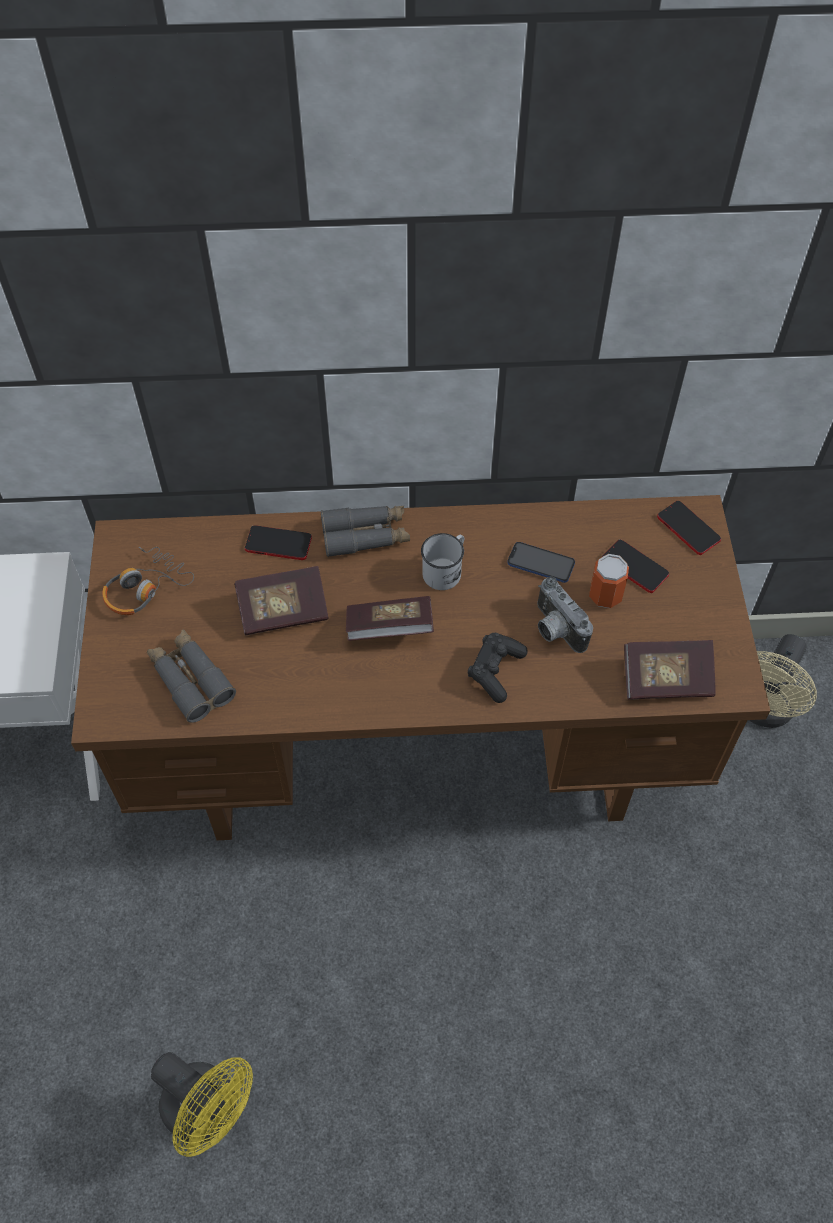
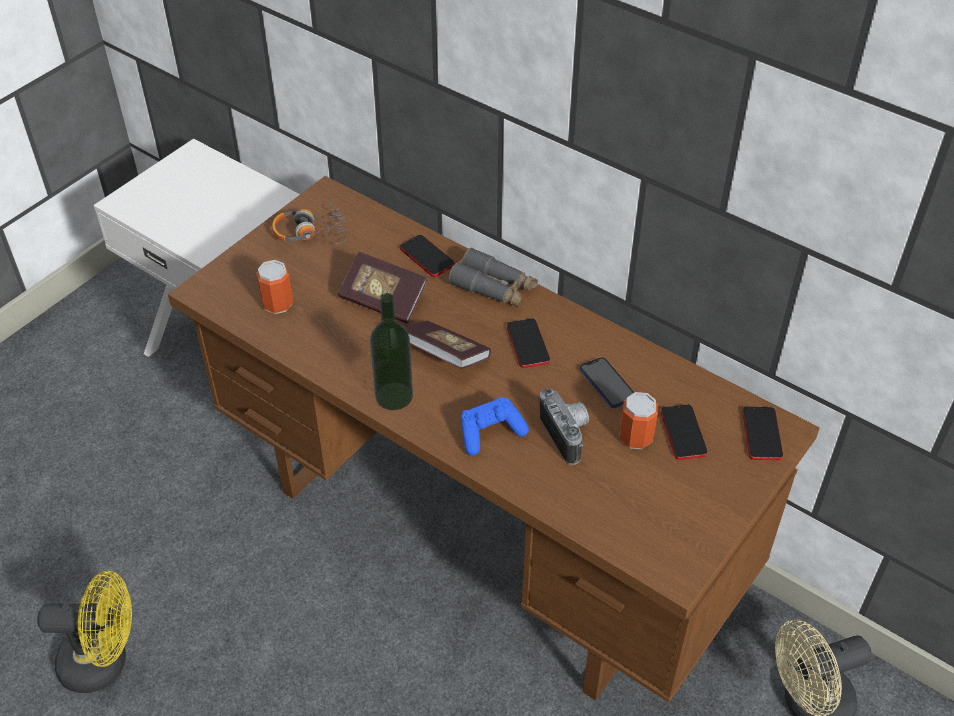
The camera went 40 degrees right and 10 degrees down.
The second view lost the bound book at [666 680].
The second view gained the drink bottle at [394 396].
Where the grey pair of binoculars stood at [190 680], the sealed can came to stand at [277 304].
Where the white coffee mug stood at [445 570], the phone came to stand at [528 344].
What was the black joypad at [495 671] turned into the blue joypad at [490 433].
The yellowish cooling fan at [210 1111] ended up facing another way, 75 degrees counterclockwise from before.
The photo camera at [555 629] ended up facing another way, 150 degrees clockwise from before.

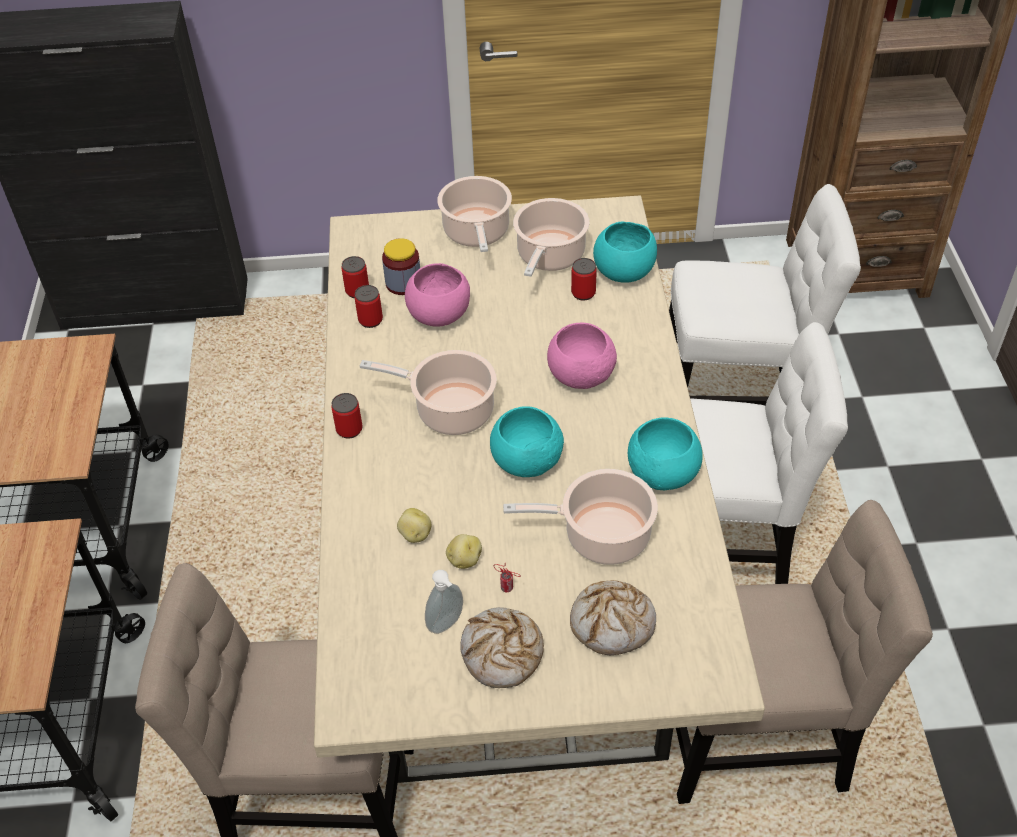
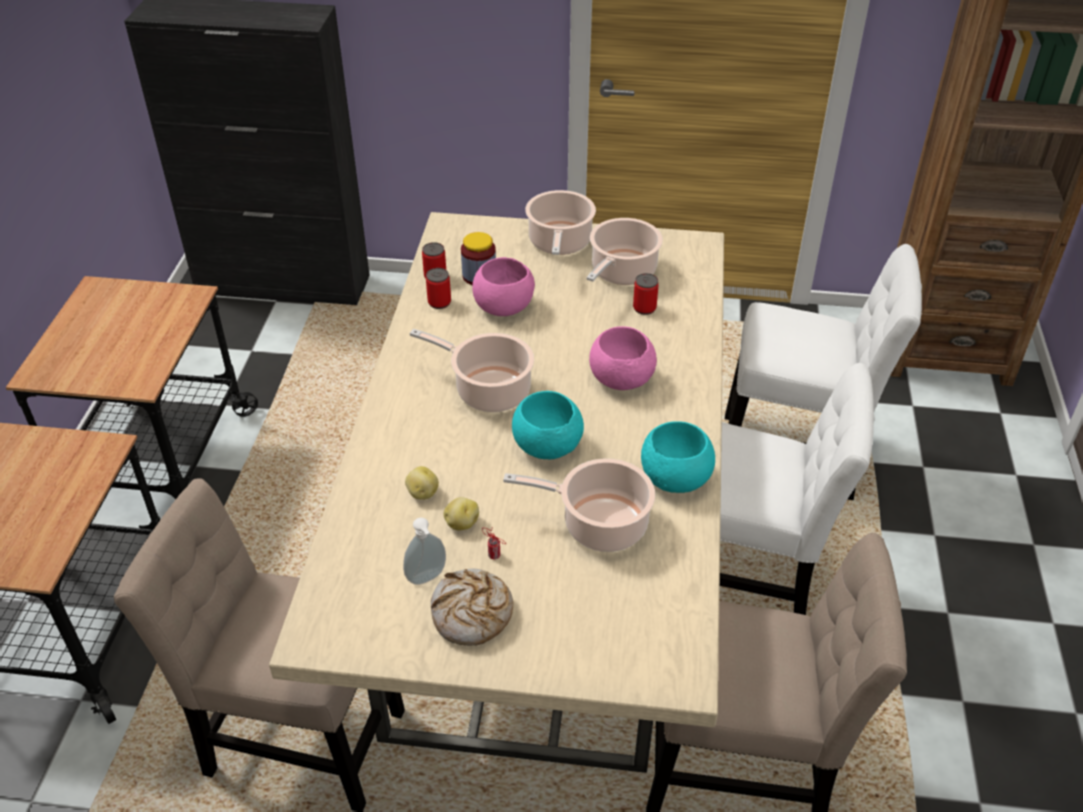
The camera went 10 degrees right and 5 degrees down.
The second view lost the sealed can at [349 429].
The second view lost the baked bread at [613 624].
The second view lost the blue-green deep dish at [625 271].

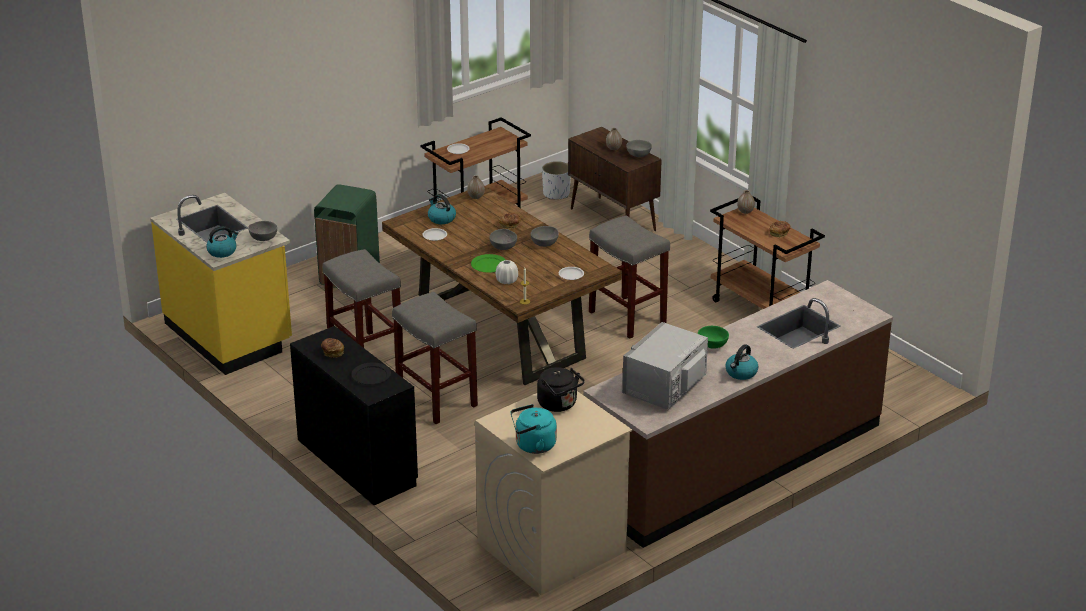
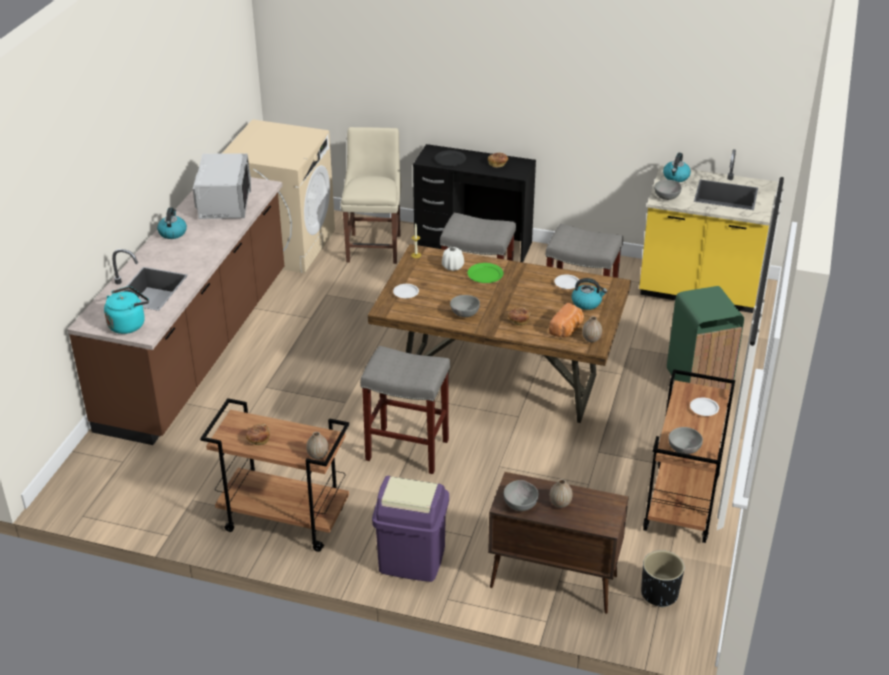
The camera went 145 degrees right and 5 degrees up.
The second view lost the black tea kettle at [559 405].
The second view lost the green deep dish at [711 345].
The second view gained the beige plain chair at [374 246].
The second view gained the purple trash can at [411 560].
The second view gained the baked bread at [567 330].
The grey deep dish ended up elsewhere, having gone from [504 247] to [684 450].
The blue-green tea kettle ended up elsewhere, having gone from [533 446] to [128 324].
What was the white flower pot at [556 194] turned into the black flower pot at [659 593].

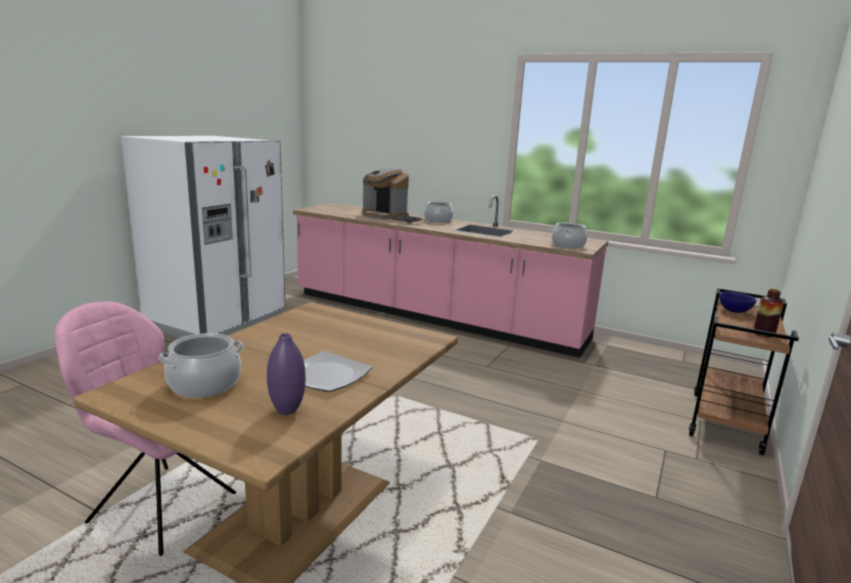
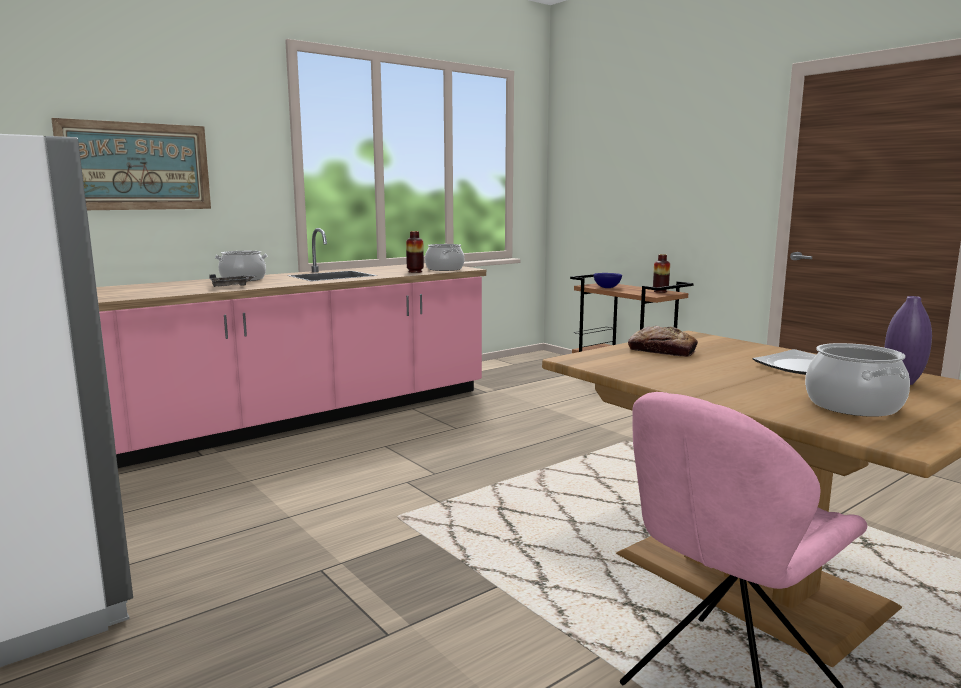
The camera went 65 degrees left and 5 degrees down.
The second view lost the coffee maker at [384 216].
The second view gained the wall art at [136 166].
The second view gained the decorative vase at [415 272].
The second view gained the baked bread at [661 351].

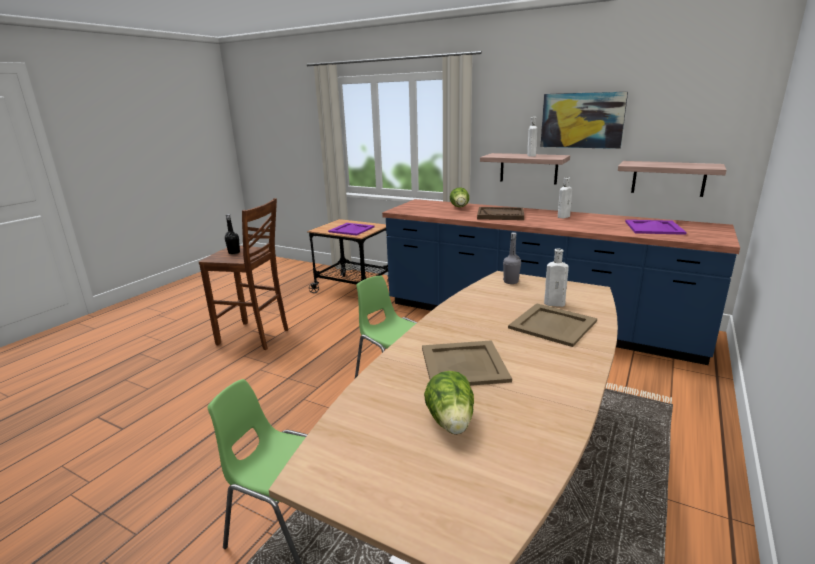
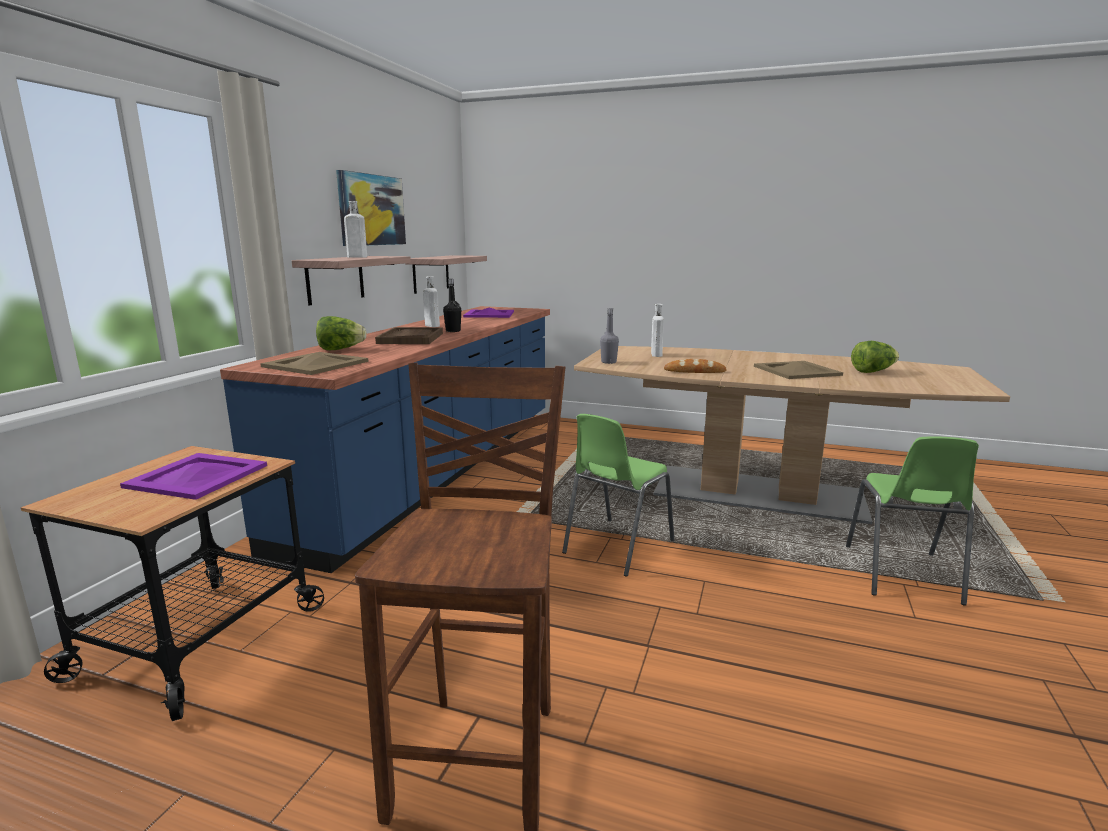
The camera went 100 degrees left and 5 degrees down.
The second view gained the baked bread at [694 371].
The black drink bottle ended up elsewhere, having gone from [234 253] to [453 331].
The beige tray ended up elsewhere, having gone from [552 324] to [314 364].

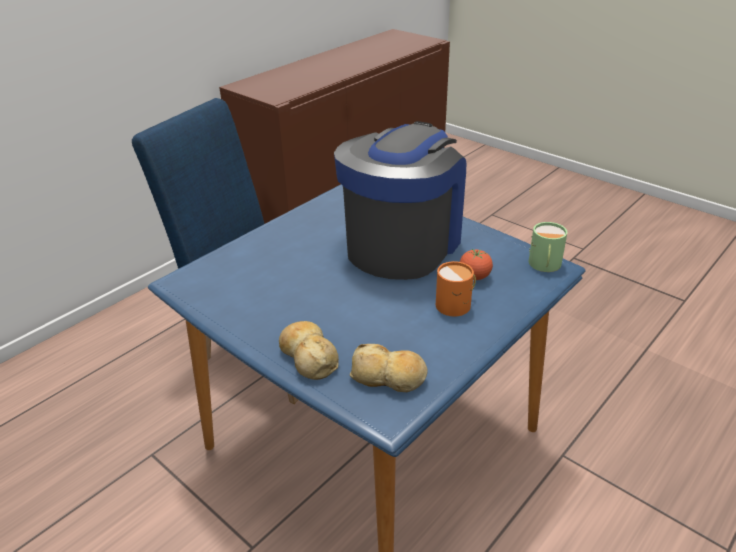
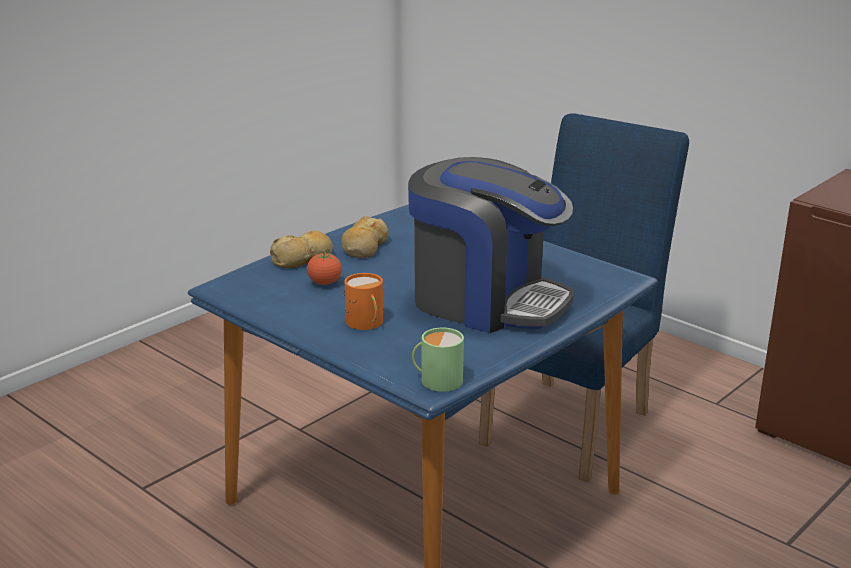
The camera went 90 degrees right and 10 degrees down.
The baked bread ended up elsewhere, having gone from [389 377] to [364 247].
The tomato ended up elsewhere, having gone from [474 277] to [324 283].

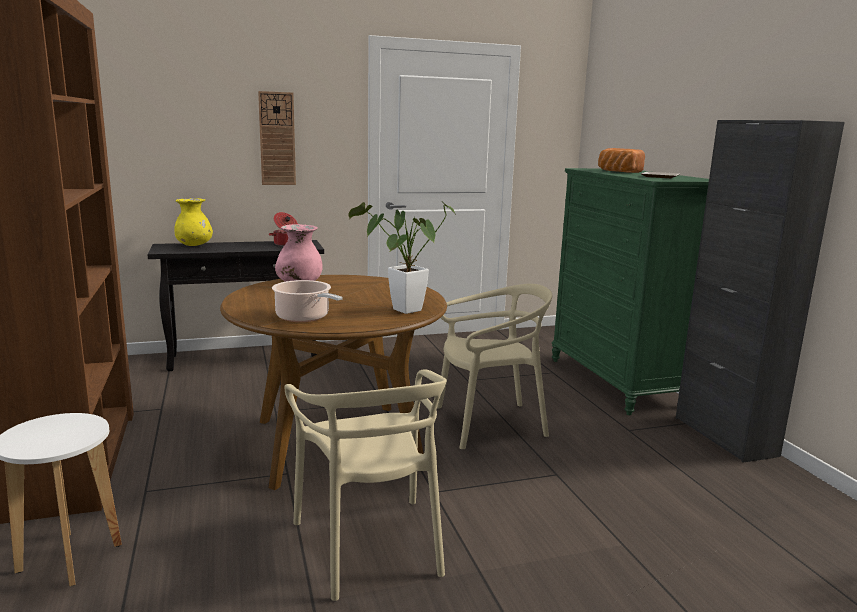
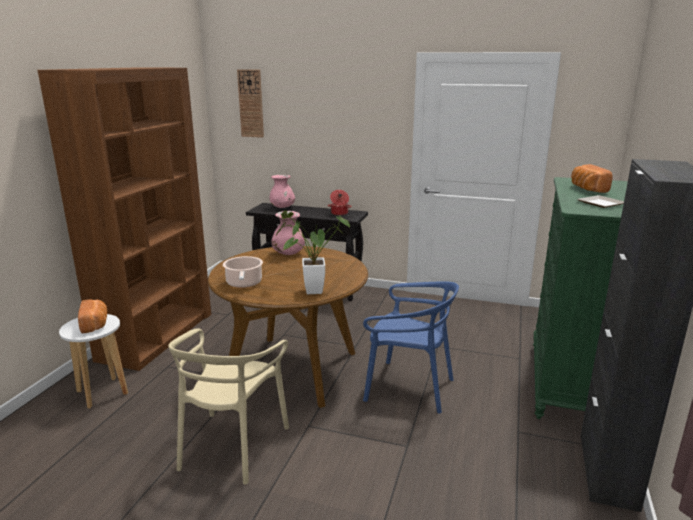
The camera went 35 degrees right and 5 degrees up.
The second view gained the baked bread at [95 324].
The hanging clock ended up elsewhere, having gone from [277 139] to [251 103].
What was the yellowish decorative vase at [194 245] turned into the pink decorative vase at [282 207].
What was the beige plain chair at [489 424] turned into the blue plain chair at [408 388].

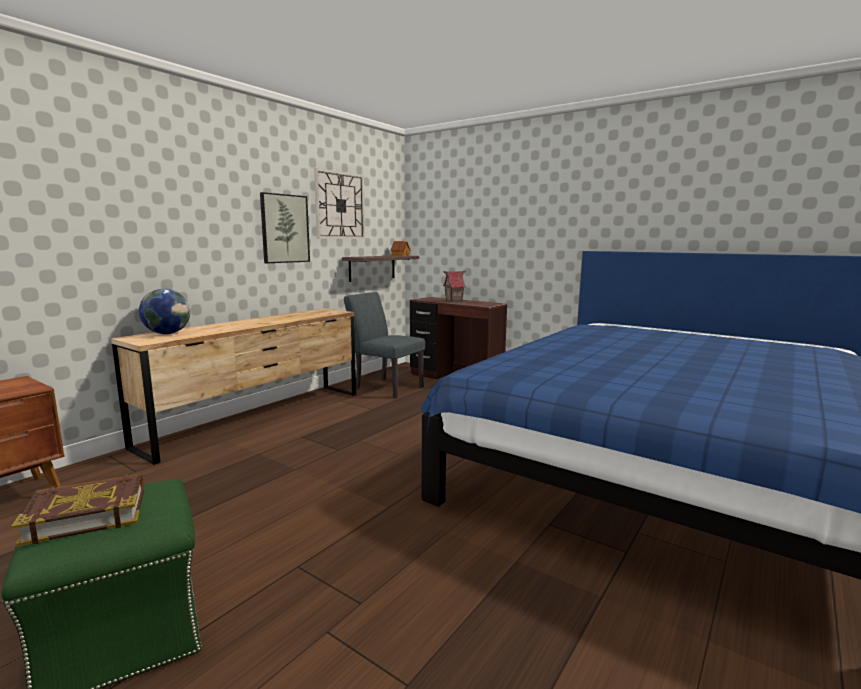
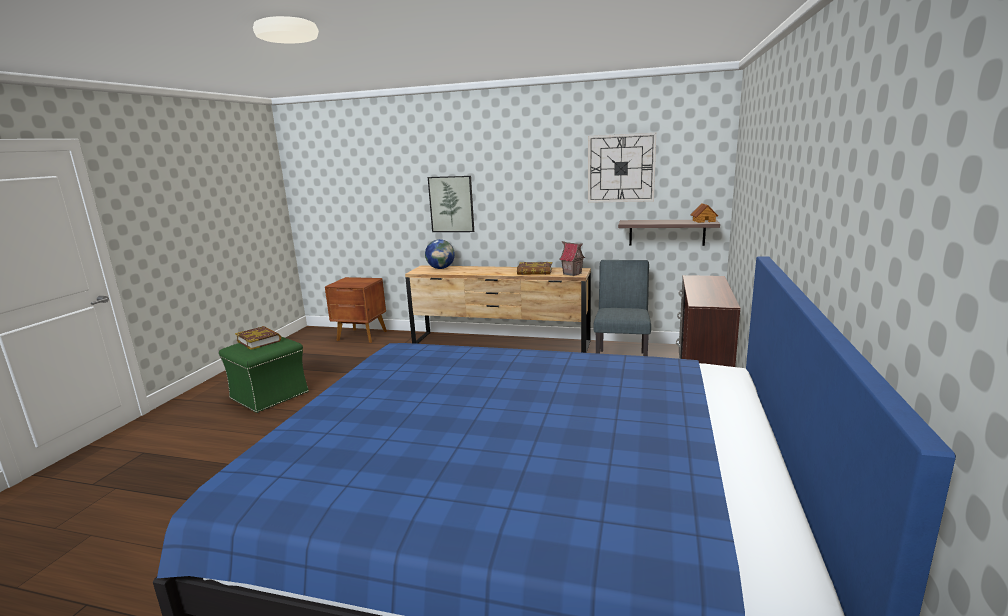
The camera went 70 degrees right and 5 degrees up.
The second view gained the bound book at [534 272].
The wall art ended up elsewhere, having gone from [284 228] to [451 204].
The toy house ended up elsewhere, having gone from [453 301] to [572 273].

